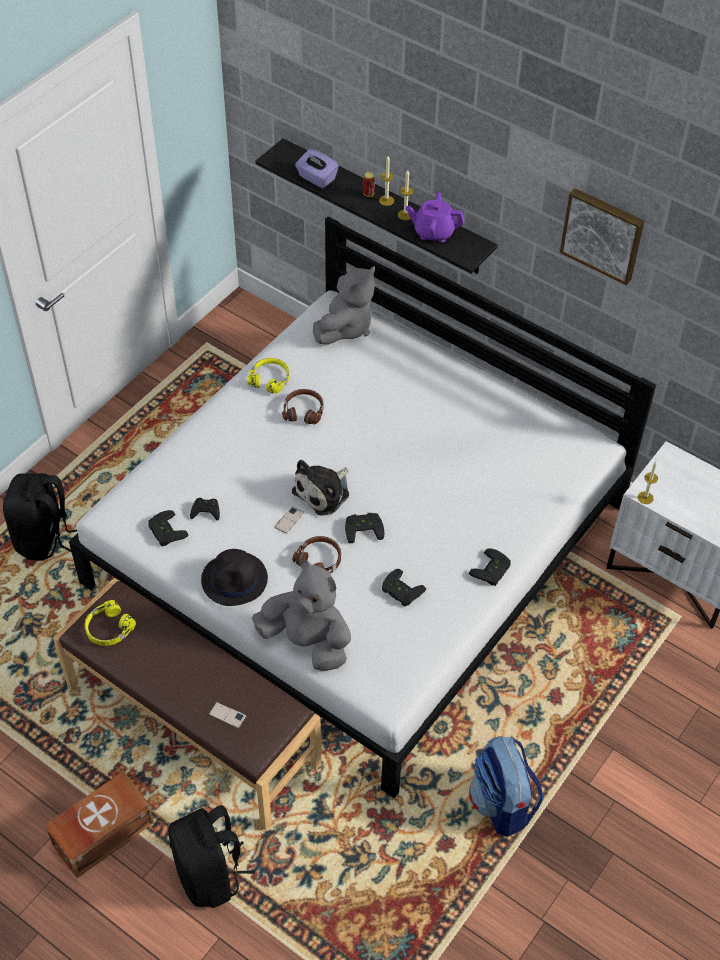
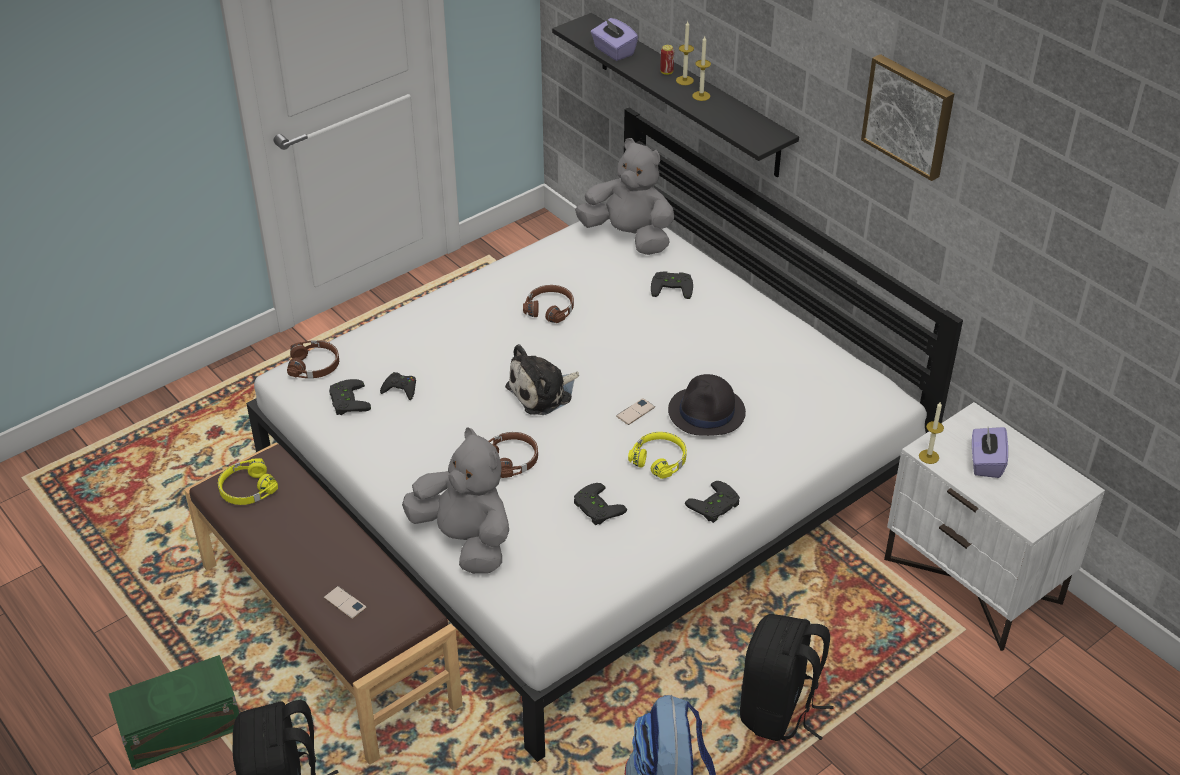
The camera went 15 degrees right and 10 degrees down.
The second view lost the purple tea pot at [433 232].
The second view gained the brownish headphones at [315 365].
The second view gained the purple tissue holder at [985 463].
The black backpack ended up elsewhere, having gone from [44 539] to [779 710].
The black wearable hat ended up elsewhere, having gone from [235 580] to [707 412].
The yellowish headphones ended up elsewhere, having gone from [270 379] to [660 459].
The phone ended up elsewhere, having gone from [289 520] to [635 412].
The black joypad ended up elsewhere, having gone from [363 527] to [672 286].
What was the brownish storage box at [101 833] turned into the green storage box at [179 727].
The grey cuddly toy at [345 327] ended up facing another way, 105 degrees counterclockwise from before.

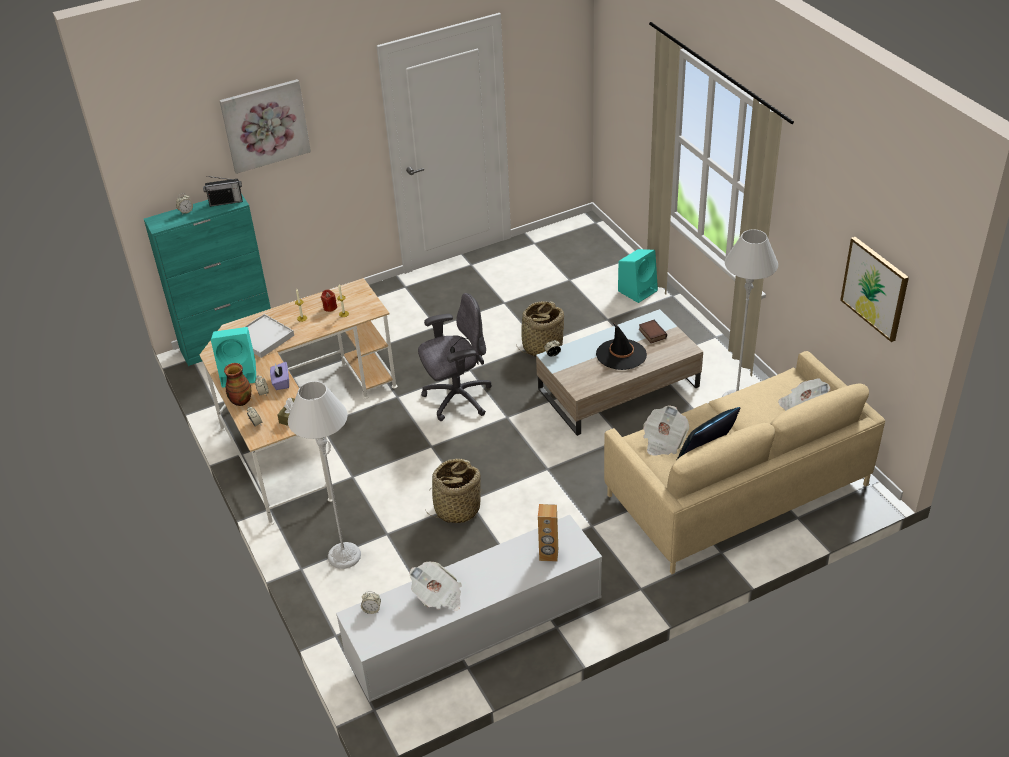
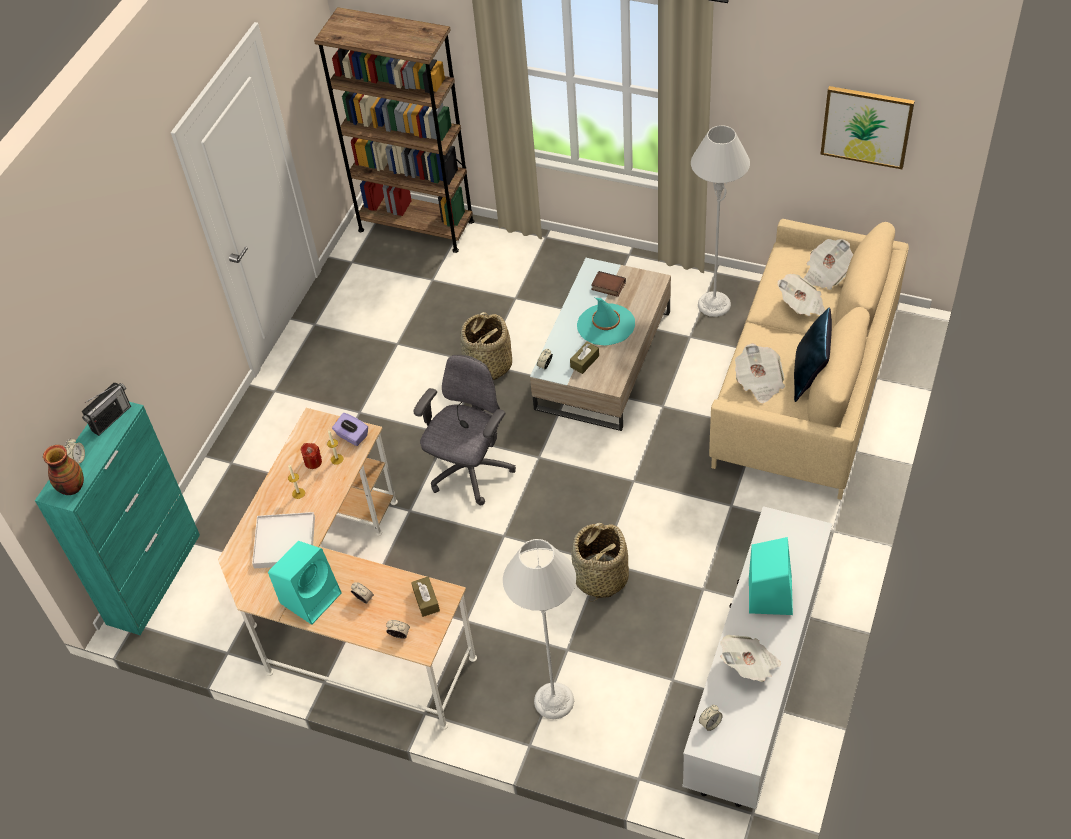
The camera went 40 degrees left and 10 degrees up.
The second view lost the wall art at [265 125].
The second view lost the brownish speaker at [548 555].
The second view gained the brownish shelving unit at [416 225].
The second view gained the brownish tissue holder at [584 361].
The second view gained the printed paper at [801 306].
The decorative vase ended up elsewhere, having gone from [240 401] to [71 487].
The purple tissue holder ended up elsewhere, having gone from [281 382] to [352 436].
The blue-green speaker ended up elsewhere, having gone from [638 290] to [769 594].
What was the black wearable hat at [621 354] turned into the blue-green wearable hat at [606 325].

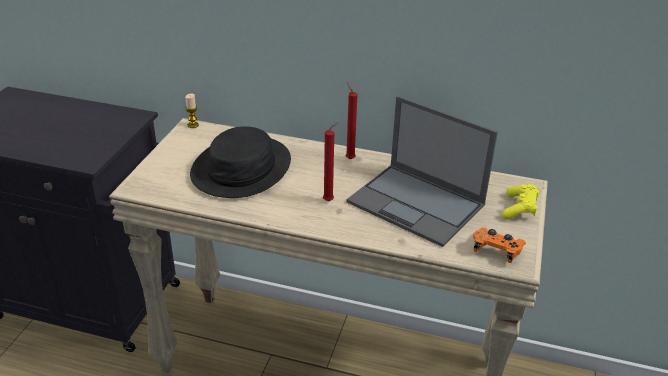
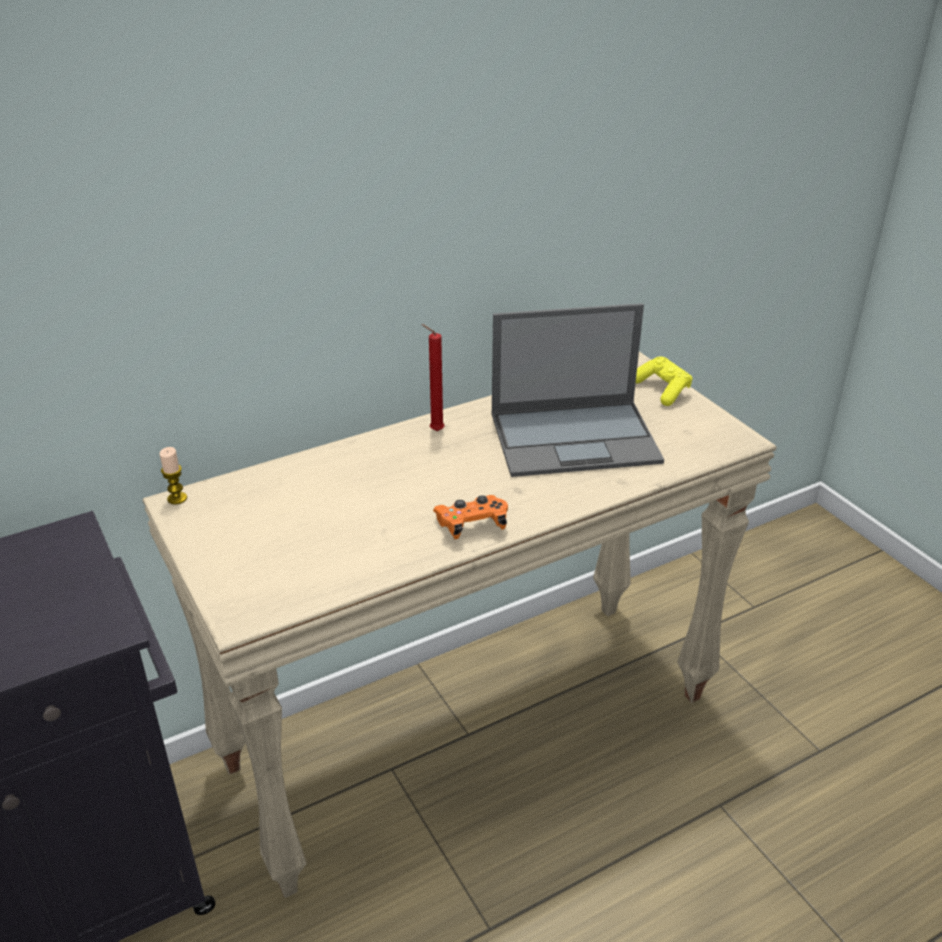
The camera went 45 degrees left and 0 degrees up.
The second view lost the black wearable hat at [242 168].
The second view lost the red-coloured candle at [330 200].
The orange-coloured joypad ended up elsewhere, having gone from [496 251] to [472 525].

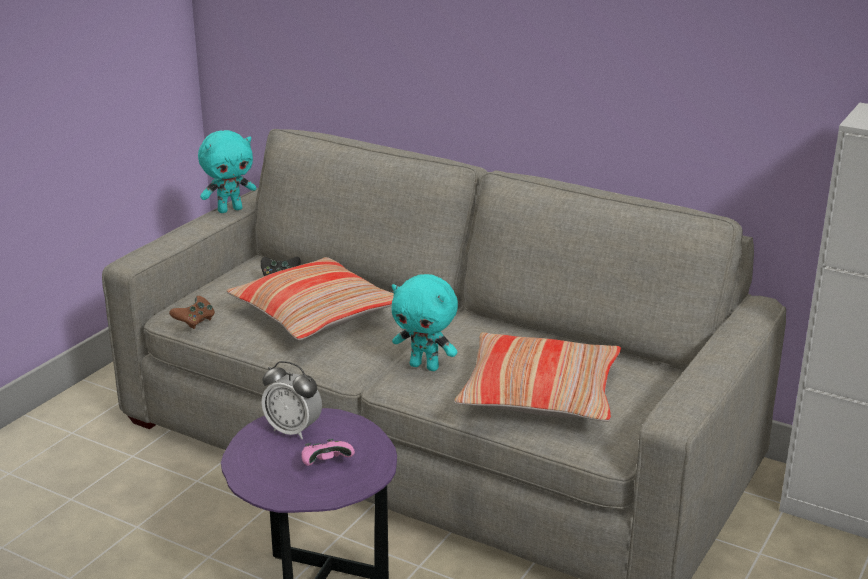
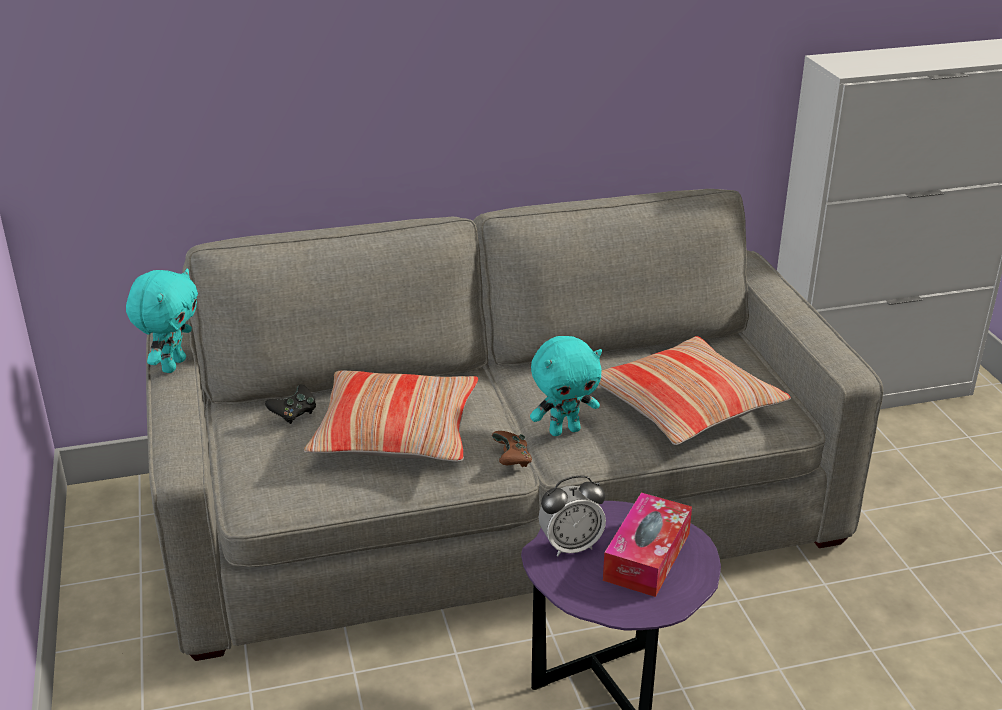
The camera went 45 degrees left and 5 degrees up.
The brownish joypad ended up elsewhere, having gone from [195 321] to [512 460].
Where the pink joypad stood at [326 463], the tissue holder came to stand at [647 556].

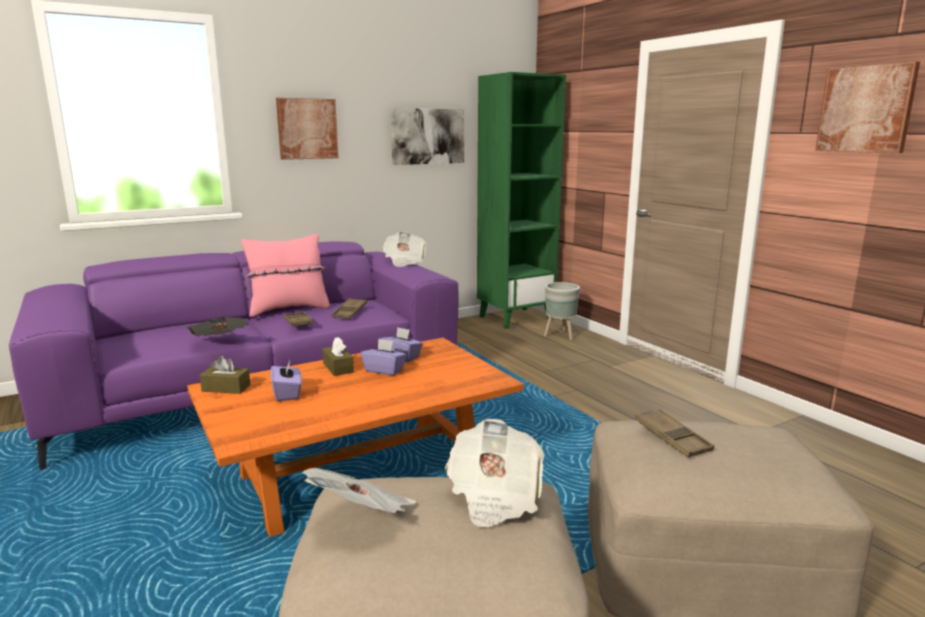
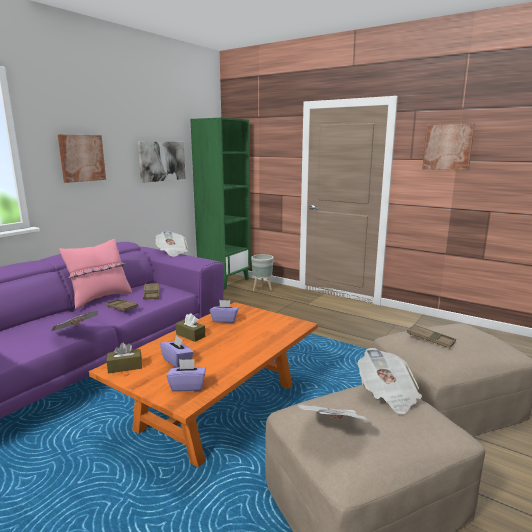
The camera went 25 degrees left and 0 degrees up.
The purple tissue holder ended up elsewhere, having gone from [384 370] to [187 386].

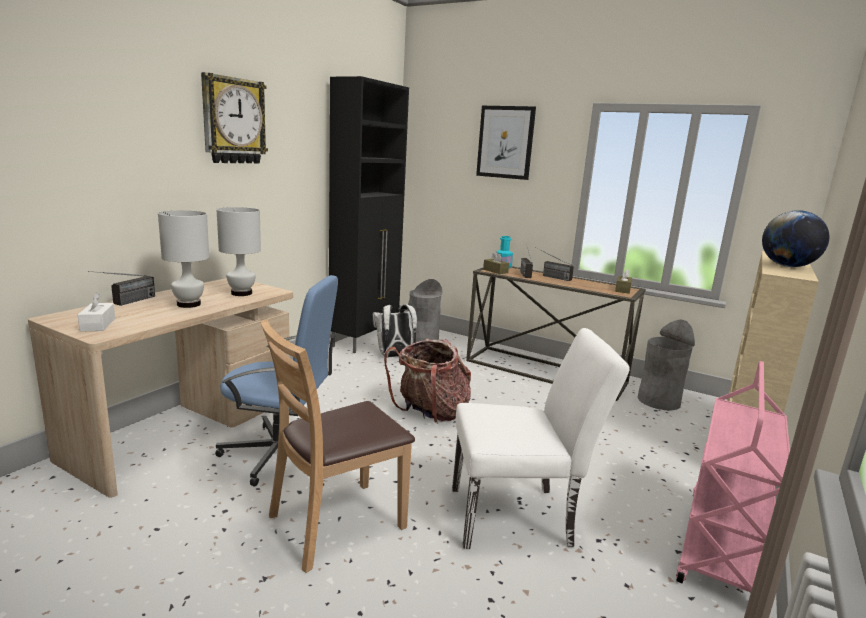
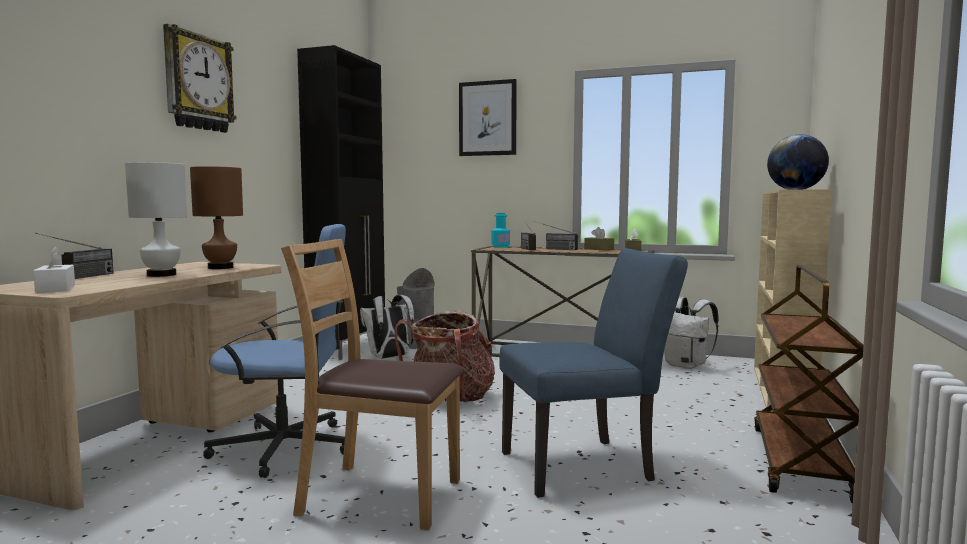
The camera went 10 degrees left and 10 degrees down.
The brownish tissue holder ended up elsewhere, having gone from [495 271] to [599 249].
Where the grey trash can stood at [658 401], the white backpack came to stand at [686 365].
What was the white table lamp at [241 293] turned into the brownish table lamp at [220 268].
What was the white plain chair at [520 517] turned into the blue plain chair at [586 465].
What was the pink trolley at [721 549] turned into the brownish trolley at [801 463].
The brownish plain chair at [335 523] ended up facing another way, 60 degrees clockwise from before.

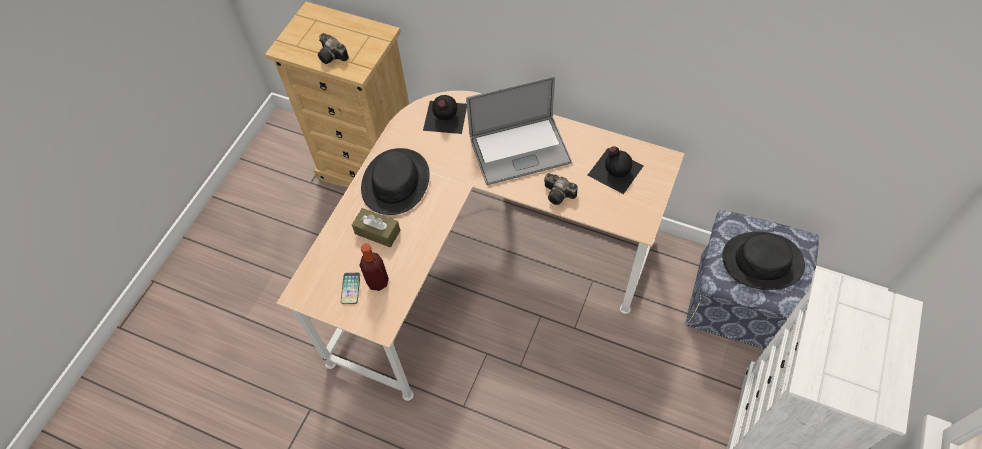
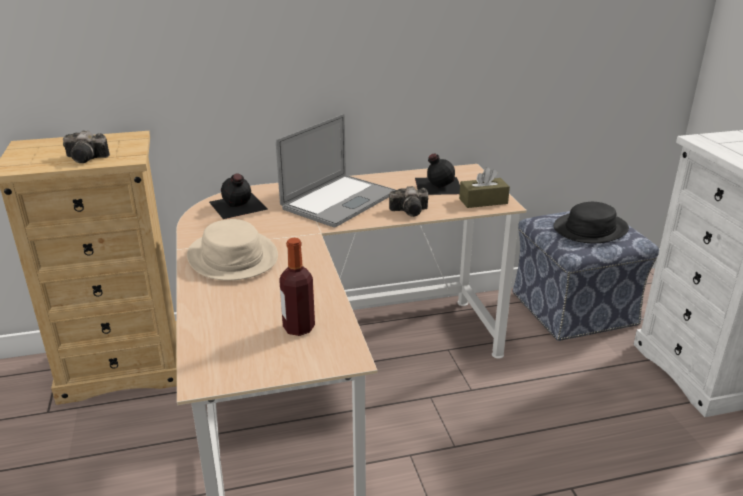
The camera went 40 degrees left and 30 degrees down.
The second view lost the phone at [350 288].
The brownish tissue holder ended up elsewhere, having gone from [377 232] to [483 201].
What was the black wearable hat at [396 182] turned into the beige wearable hat at [233 257].

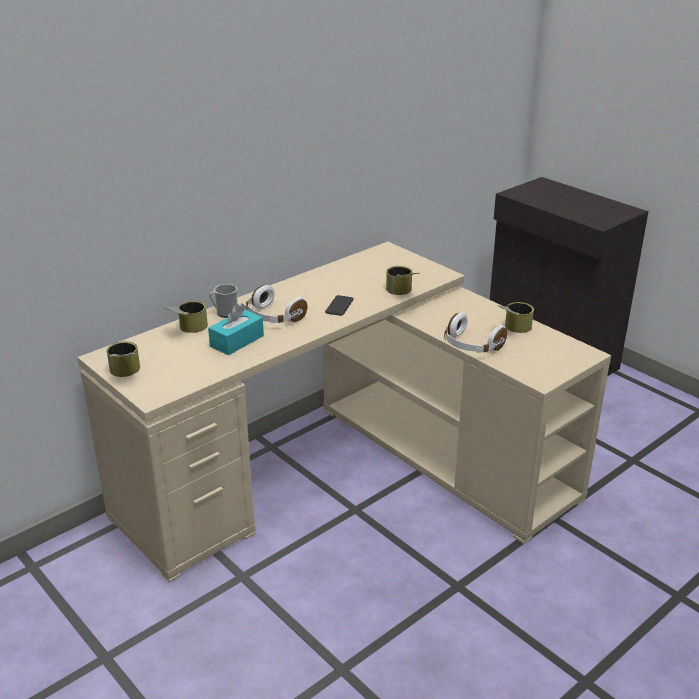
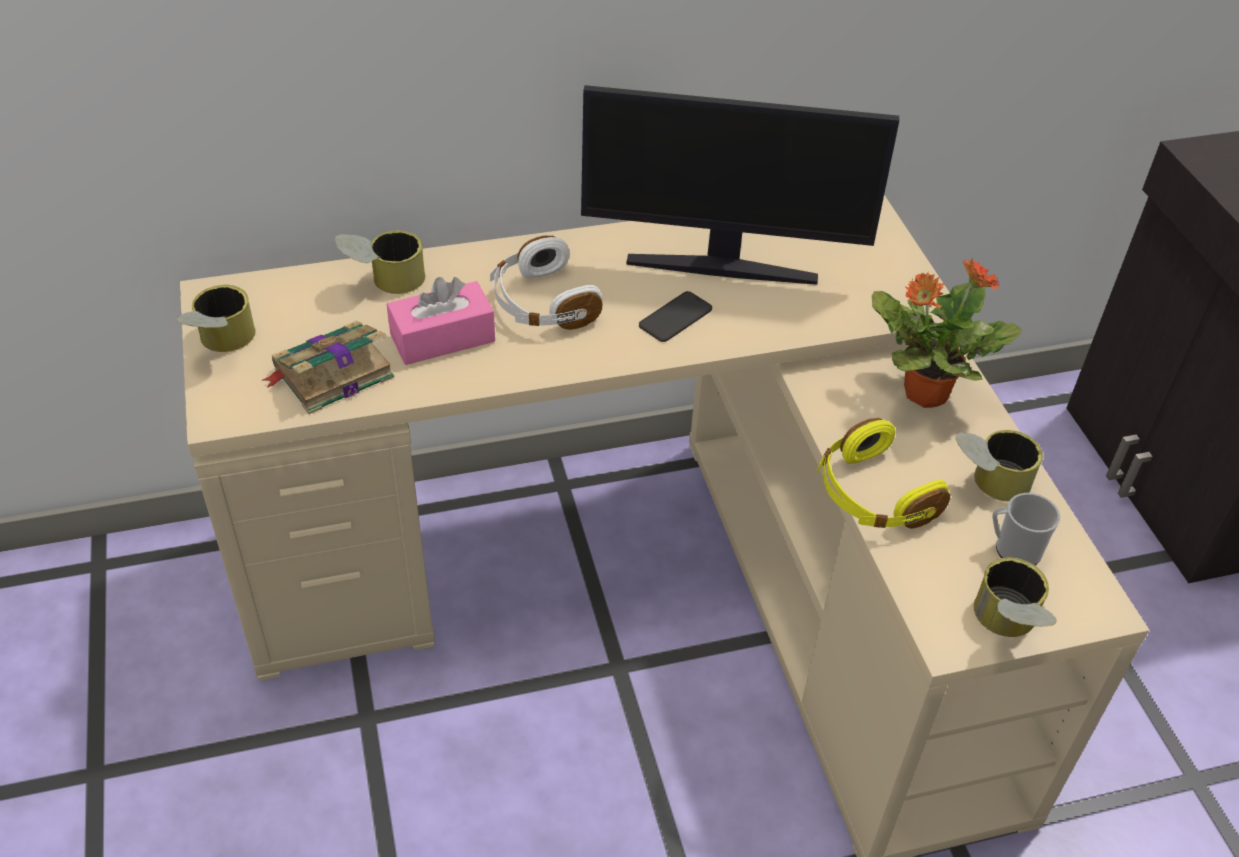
The camera went 25 degrees right and 15 degrees up.
The second view gained the bound book at [330 374].
The second view gained the computer screen at [722 266].
The second view gained the houseplant at [923 392].
The coffee mug ended up elsewhere, having gone from [224 313] to [1012 549].
The sealed can ended up elsewhere, having gone from [402 292] to [1006 627].
What was the blue-green tissue holder at [237 341] turned into the pink tissue holder at [442 338].
What was the white headphones at [471 346] turned into the yellowish headphones at [872 495].

